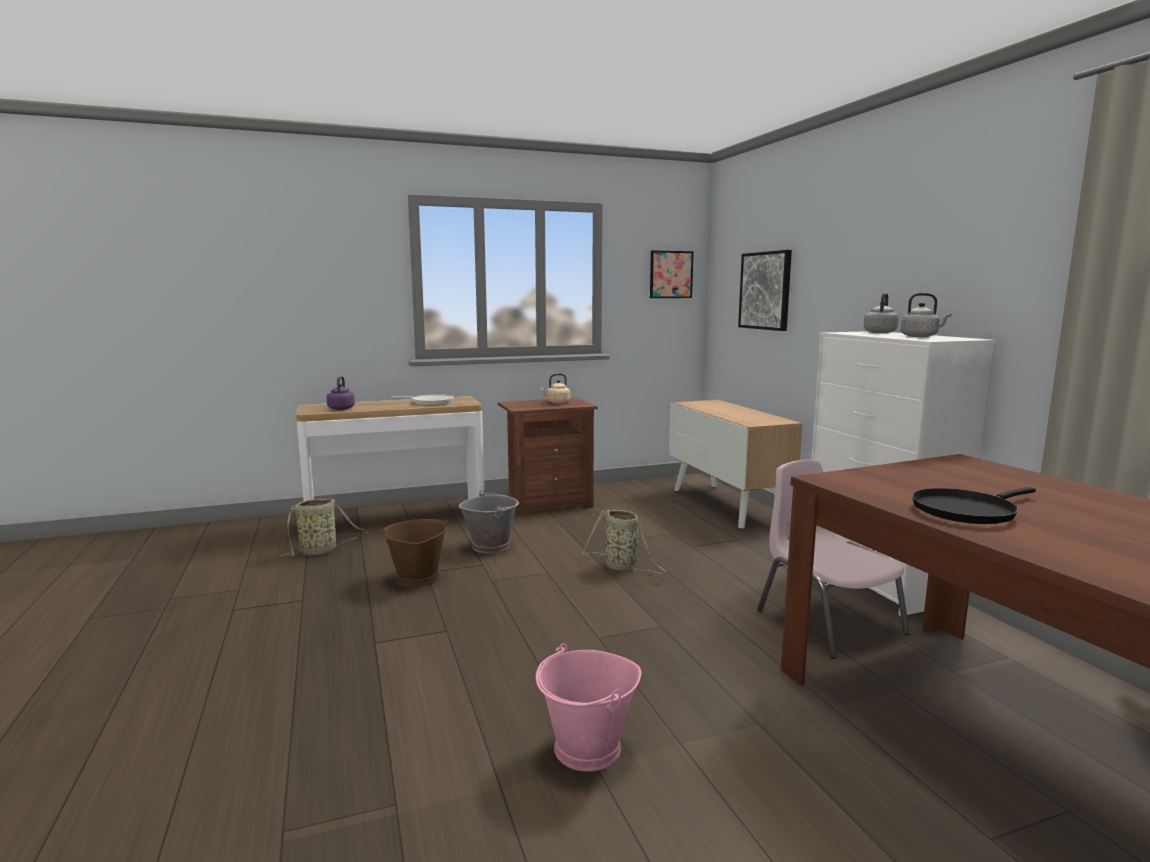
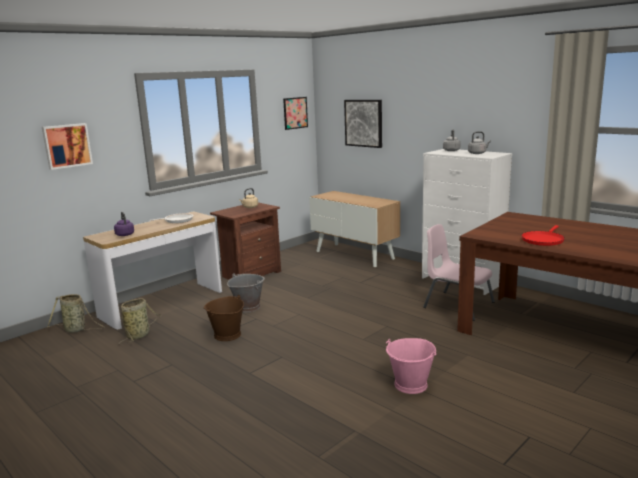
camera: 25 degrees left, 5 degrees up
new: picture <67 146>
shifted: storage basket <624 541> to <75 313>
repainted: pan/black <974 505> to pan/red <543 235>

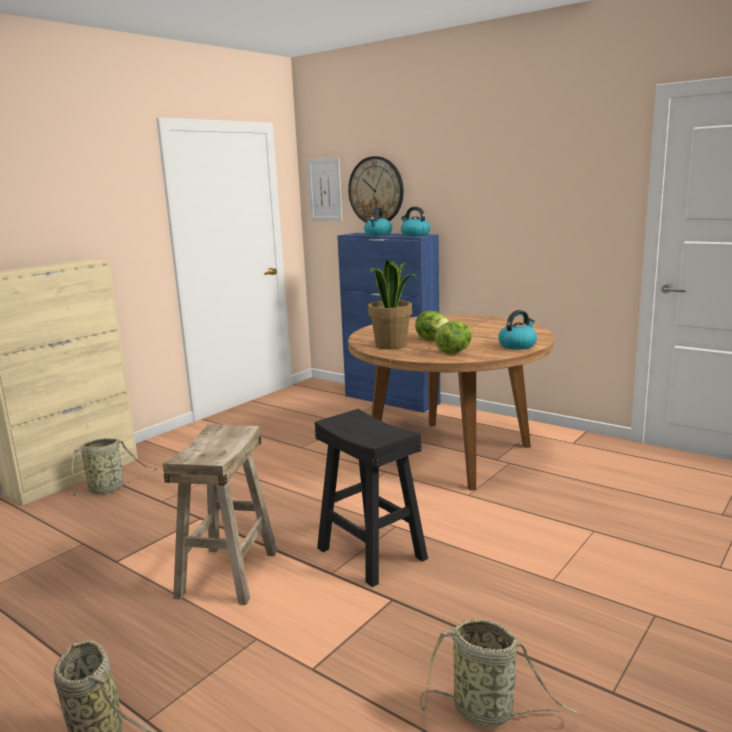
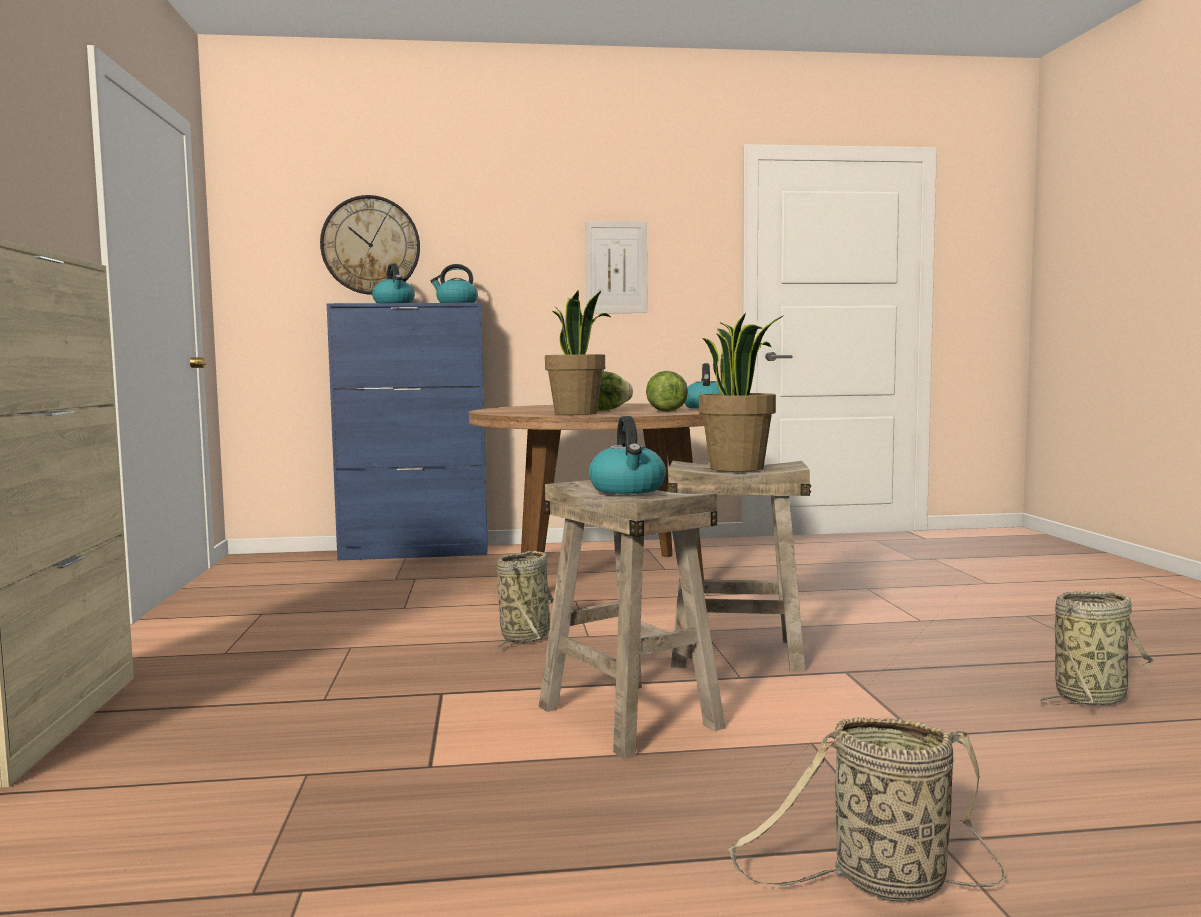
camera: 45 degrees left, 10 degrees down
new: kettle <627 455>; houseplant <741 392>
shifted: storage basket <112 467> to <525 600>; picture <324 189> to <616 267>
repainted: stool/black <371 498> to stool/beige-coloured <739 565>

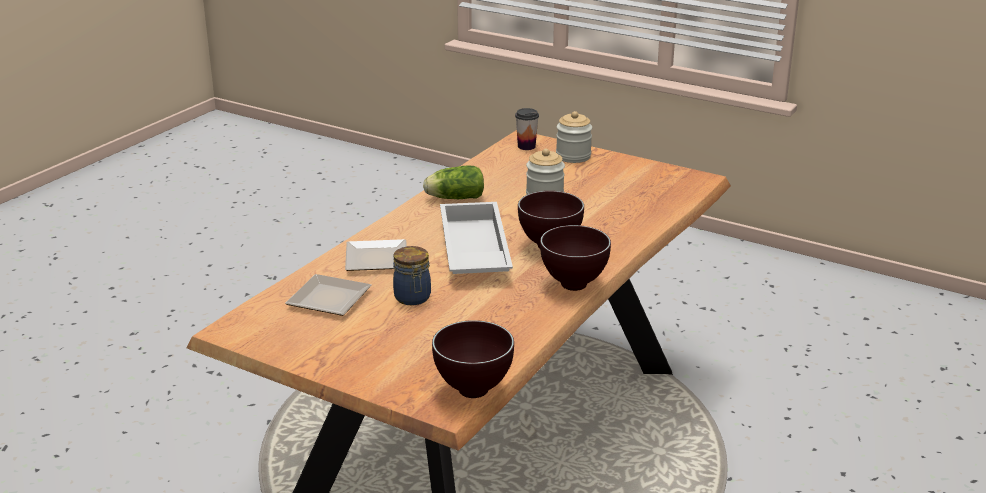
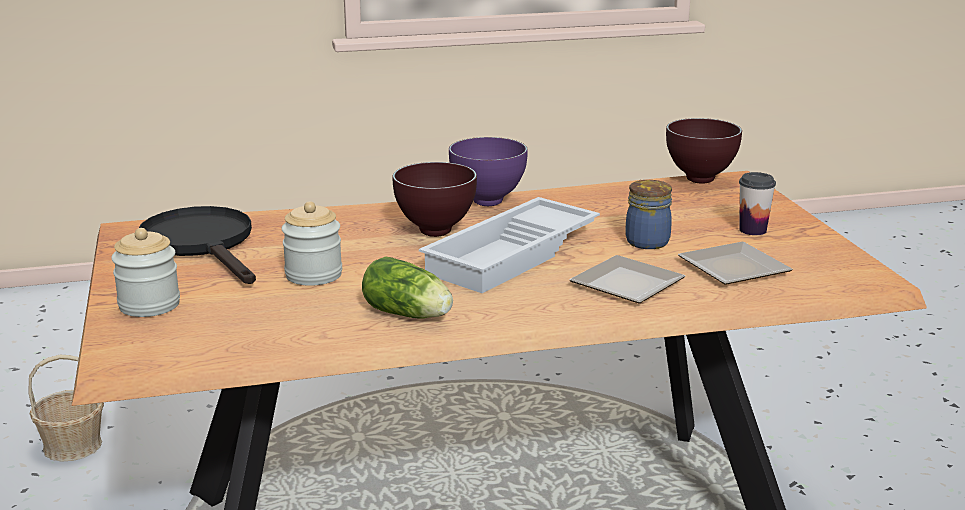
camera: 135 degrees left, 5 degrees down
new: storage basket <66 408>; pan/black <197 245>
shifted: cup <527 129> to <757 203>
repainted: deep dish/brownish <575 258> to deep dish/purple <488 171>

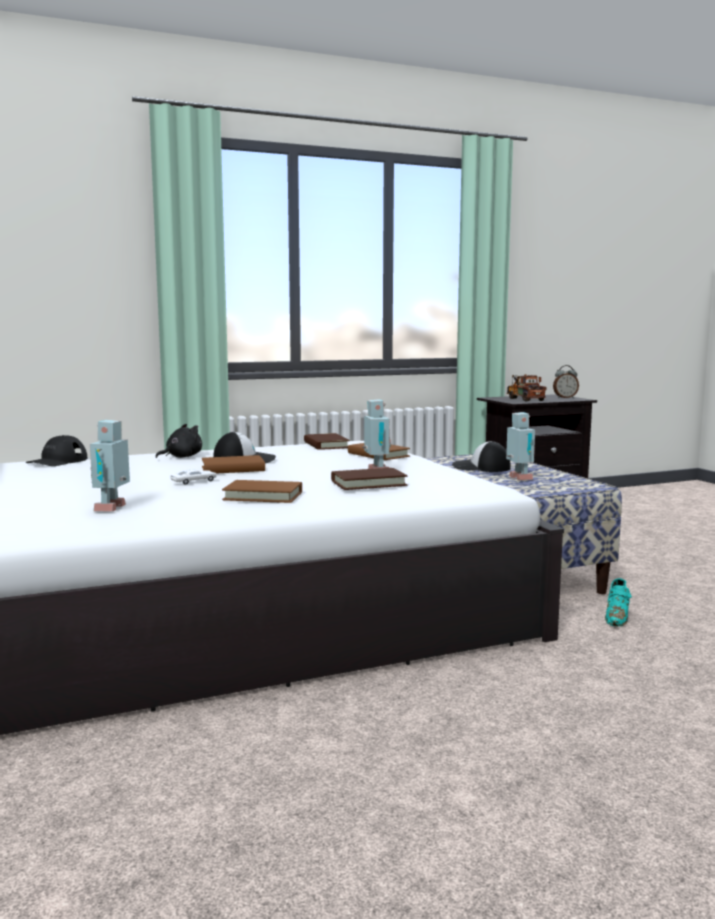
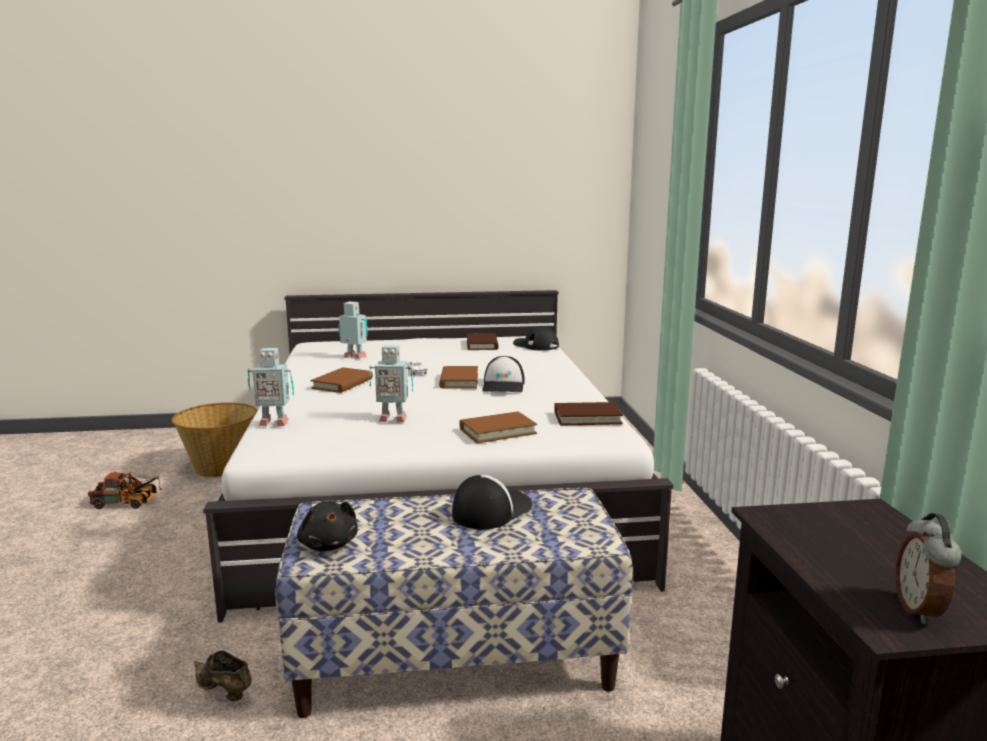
camera: 105 degrees right, 5 degrees up
new: storage basket <214 439>
shifted: soft toy/black <179 441> to <327 526>; book/brownish <369 479> to <483 341>; toy robot <520 446> to <271 387>; toy truck <527 388> to <125 490>
repainted: low shoe/turquoise-coloured <618 602> to low shoe/brownish <223 675>

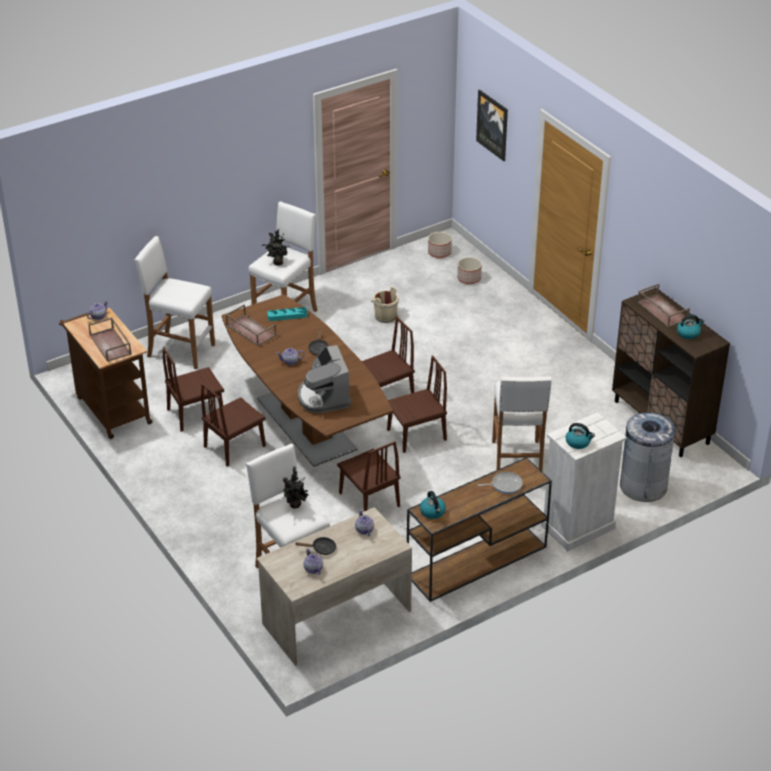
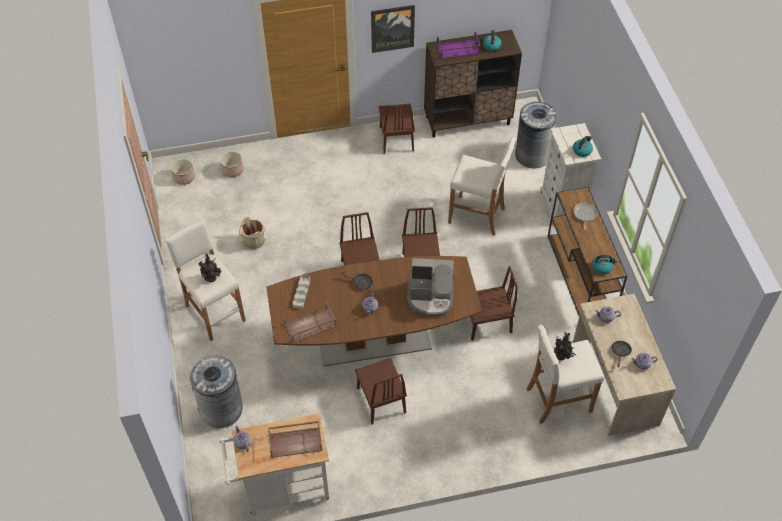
camera: 70 degrees left, 15 degrees up
shifted: plain chair/brownish <193 389> to <397 128>; picture <492 125> to <393 29>
swapped: stool/white-coloured <174 302> to rubbish bin/grey <216 392>
repainted: trolley/brownish <106 373> to trolley/white-coloured <274 464>; tray/turquoise-coloured <287 314> to tray/grey <302 292>; tray/brownish <663 306> to tray/purple <459 45>

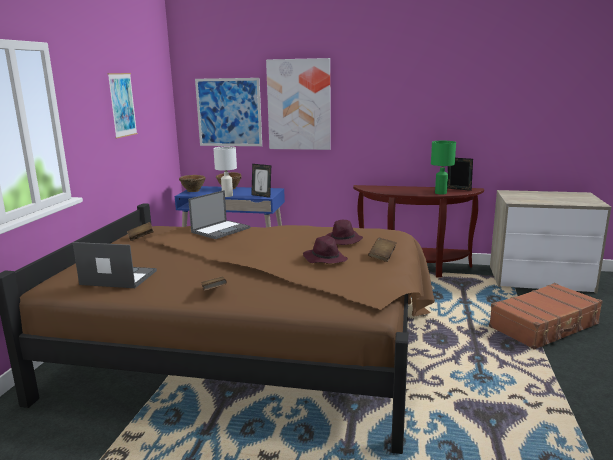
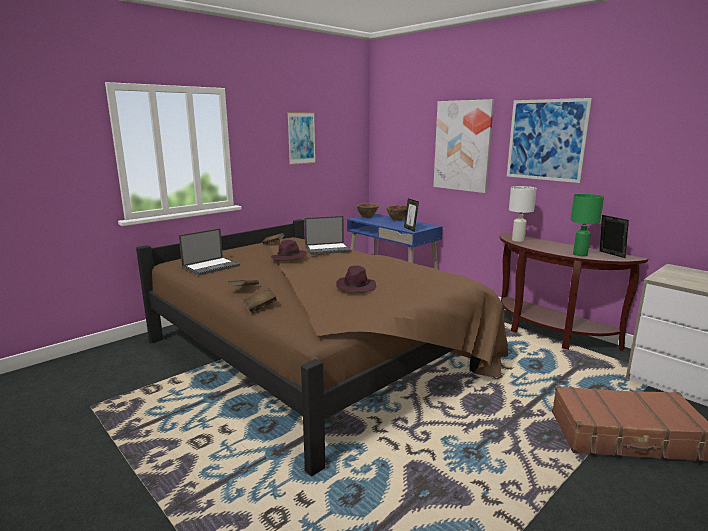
camera: 35 degrees right, 0 degrees up
shifted: picture <228 112> to <549 140>; tabletop lamp/white-coloured <225 171> to <523 214>; clothing hat/purple <344 232> to <289 250>; book/brownish <382 249> to <260 300>
rotated: notebook computer <115 265> = <209 251> 90 degrees clockwise

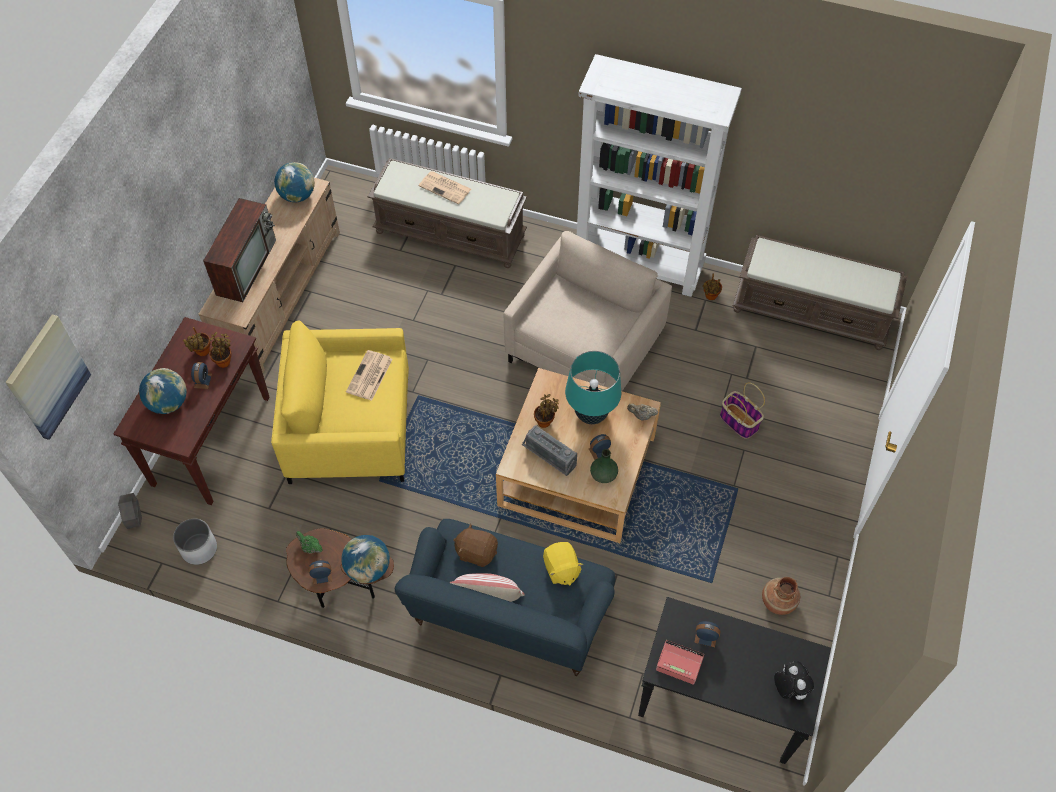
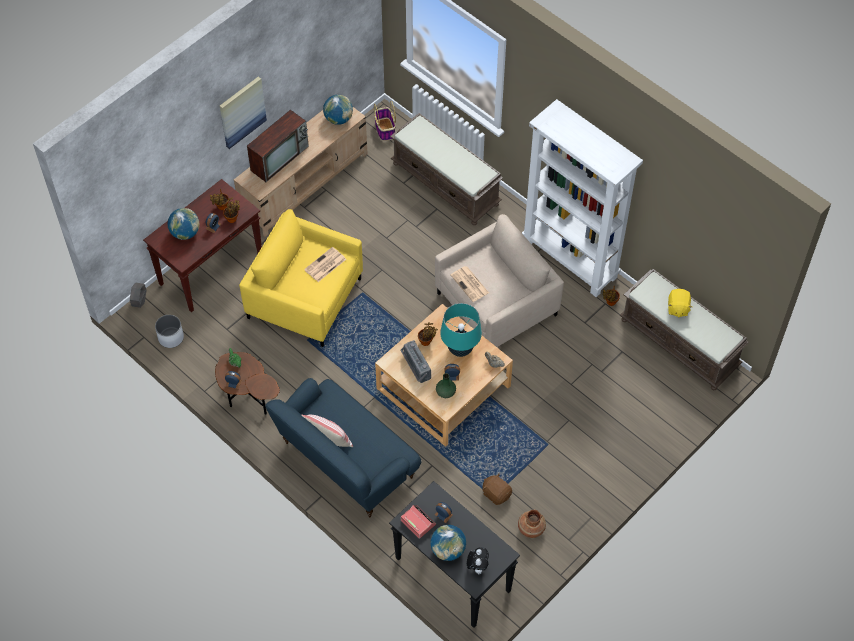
camera: 25 degrees right, 0 degrees up
shifted: picture <48 377> to <243 113>; desk globe <365 559> to <448 543>; daily paper <445 187> to <470 284>; soft toy/brownish <475 545> to <497 489>; soft toy/yellow-coloured <563 564> to <680 303>; storage basket <742 410> to <385 121>

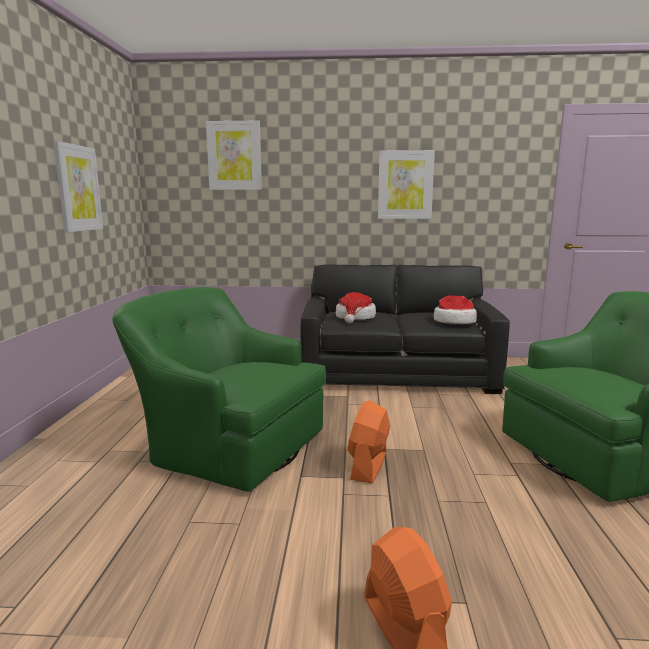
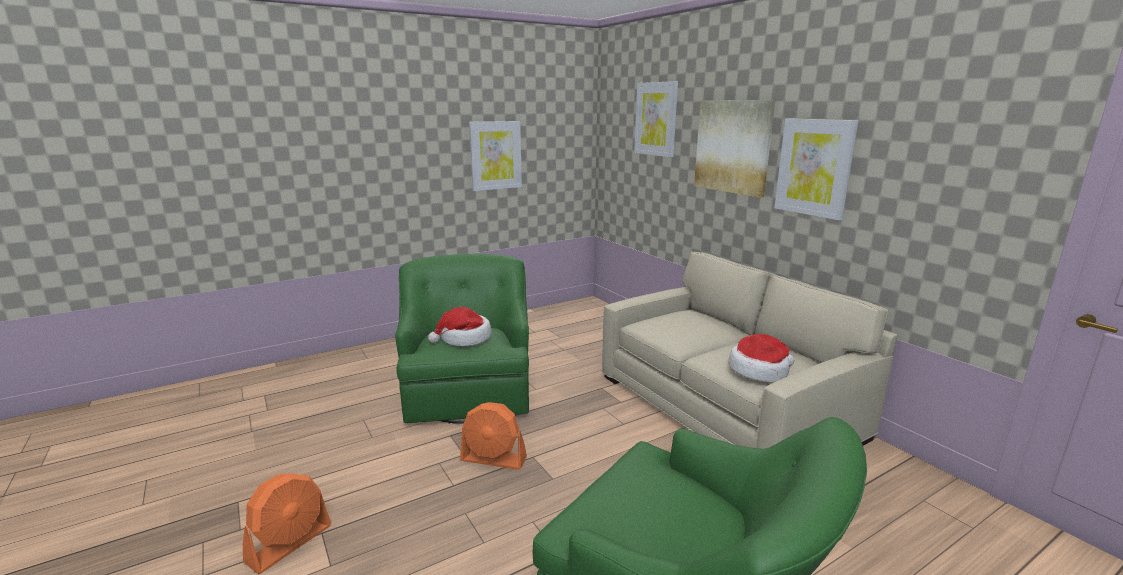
camera: 55 degrees right, 5 degrees up
new: picture <734 149>
shifted: clothing hat <356 307> to <460 326>
repainted: couch/black <405 329> to couch/beige-coloured <749 350>
rotated: electric fan/orangey <368 441> = <493 436> 150 degrees counterclockwise

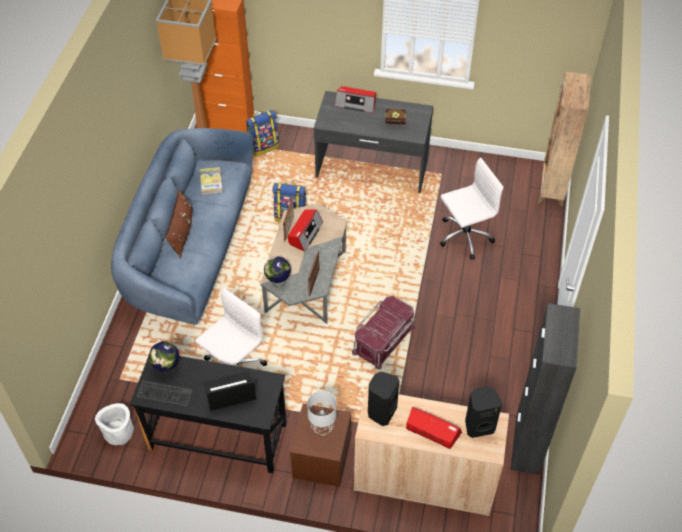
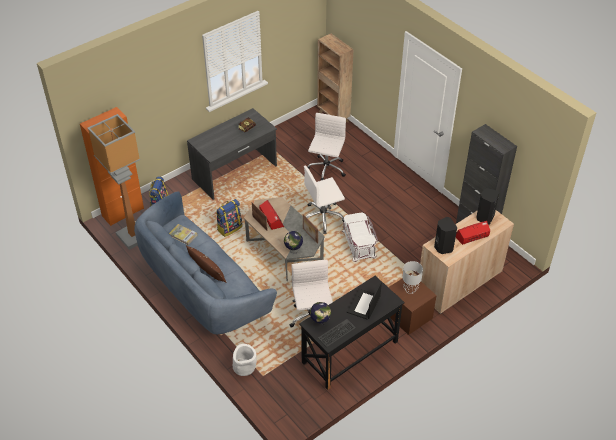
camera: 50 degrees left, 5 degrees down
gone: radio receiver <355 99>
new: desk chair/white-coloured <324 200>
shifted: flower pot/white-coloured <114 424> to <245 360>
repainted: storage box/red <383 333> to storage box/white-coloured <360 237>

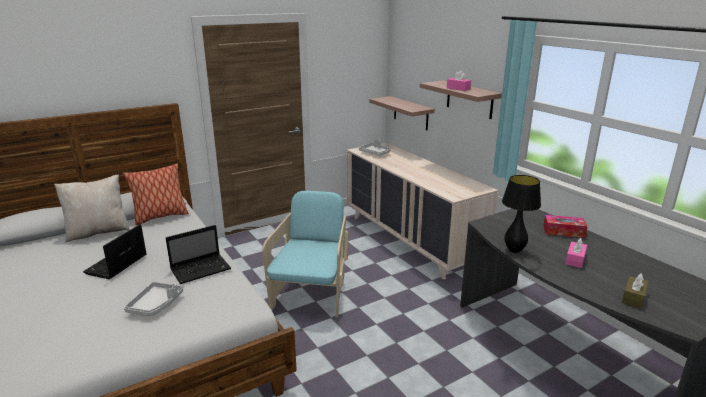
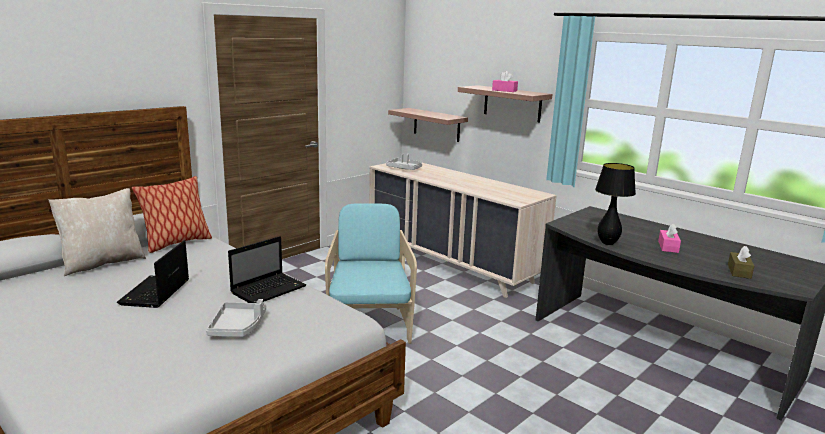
camera: 15 degrees left, 5 degrees down
gone: box of tissues <565 226>

